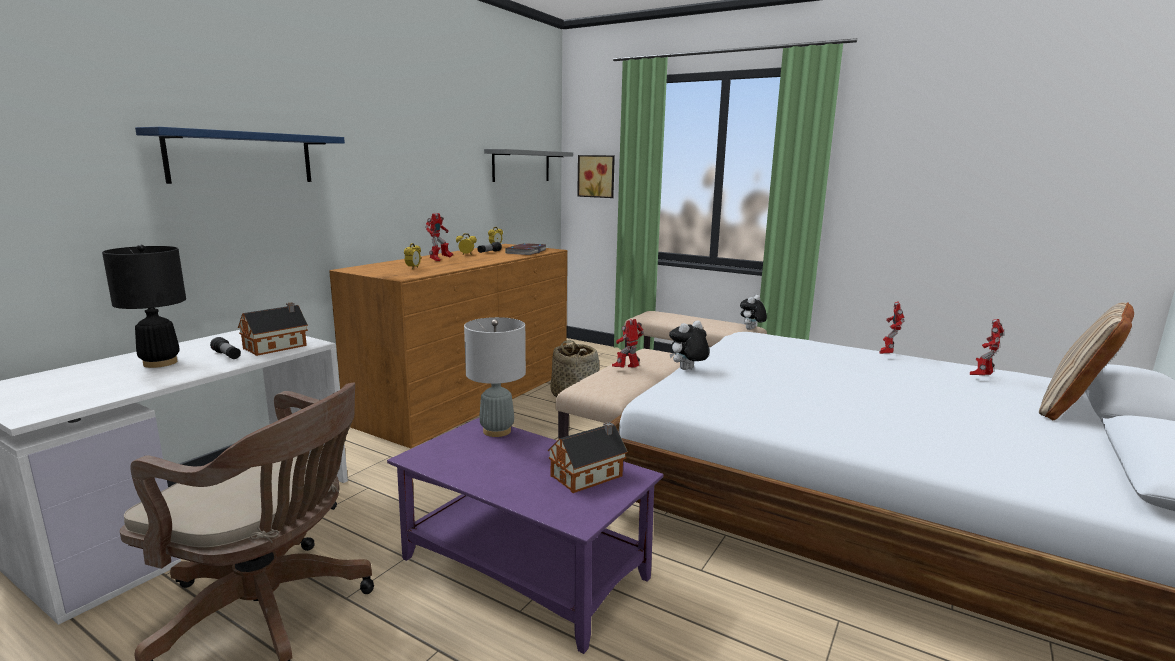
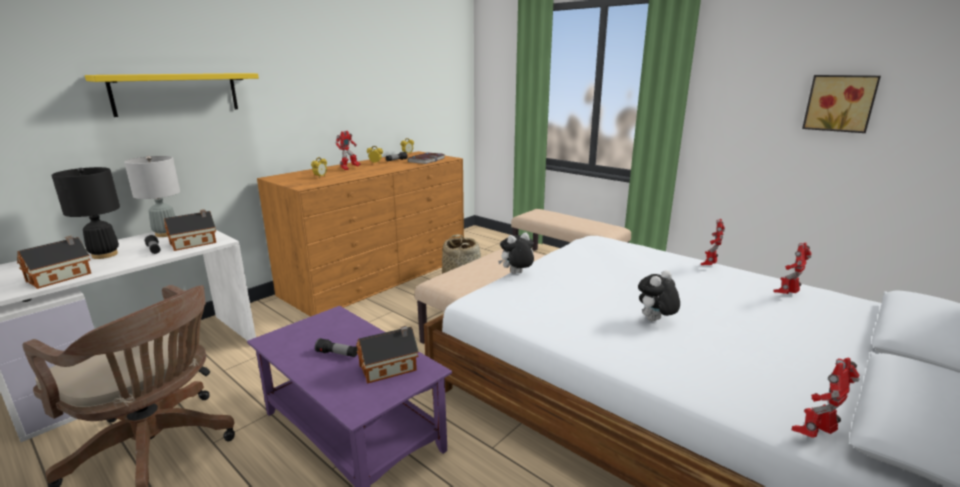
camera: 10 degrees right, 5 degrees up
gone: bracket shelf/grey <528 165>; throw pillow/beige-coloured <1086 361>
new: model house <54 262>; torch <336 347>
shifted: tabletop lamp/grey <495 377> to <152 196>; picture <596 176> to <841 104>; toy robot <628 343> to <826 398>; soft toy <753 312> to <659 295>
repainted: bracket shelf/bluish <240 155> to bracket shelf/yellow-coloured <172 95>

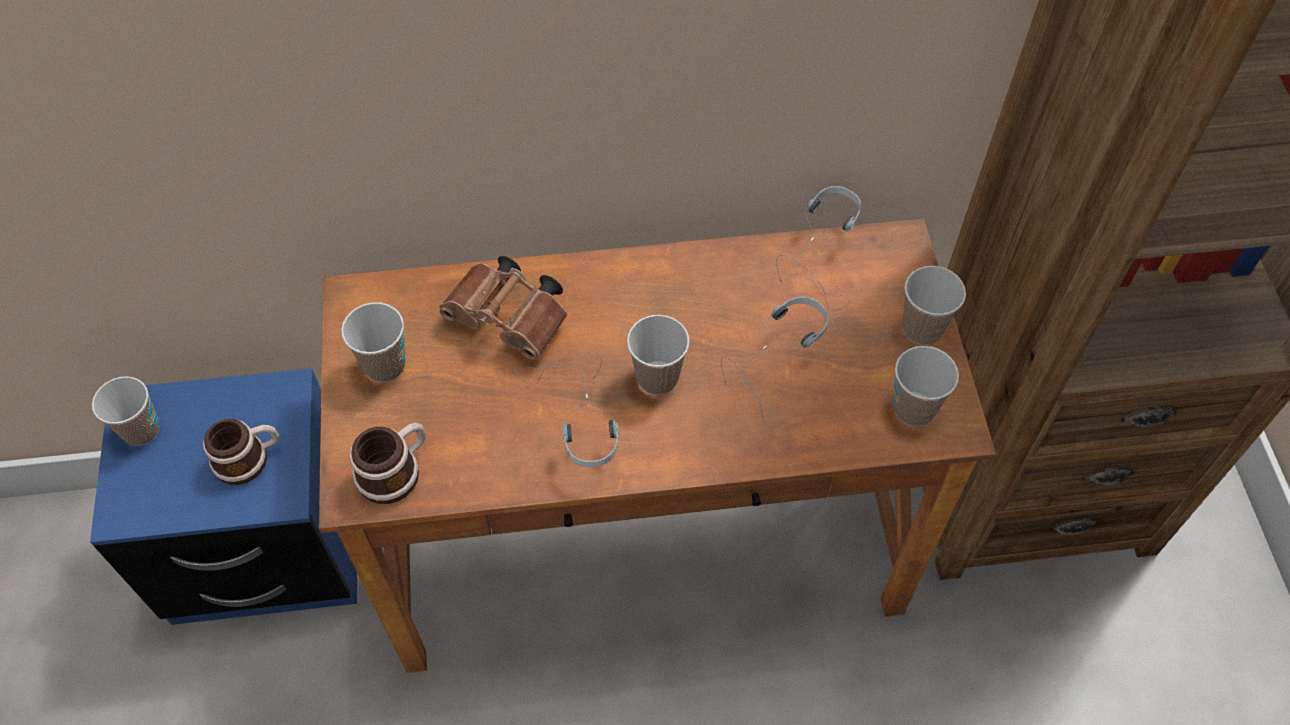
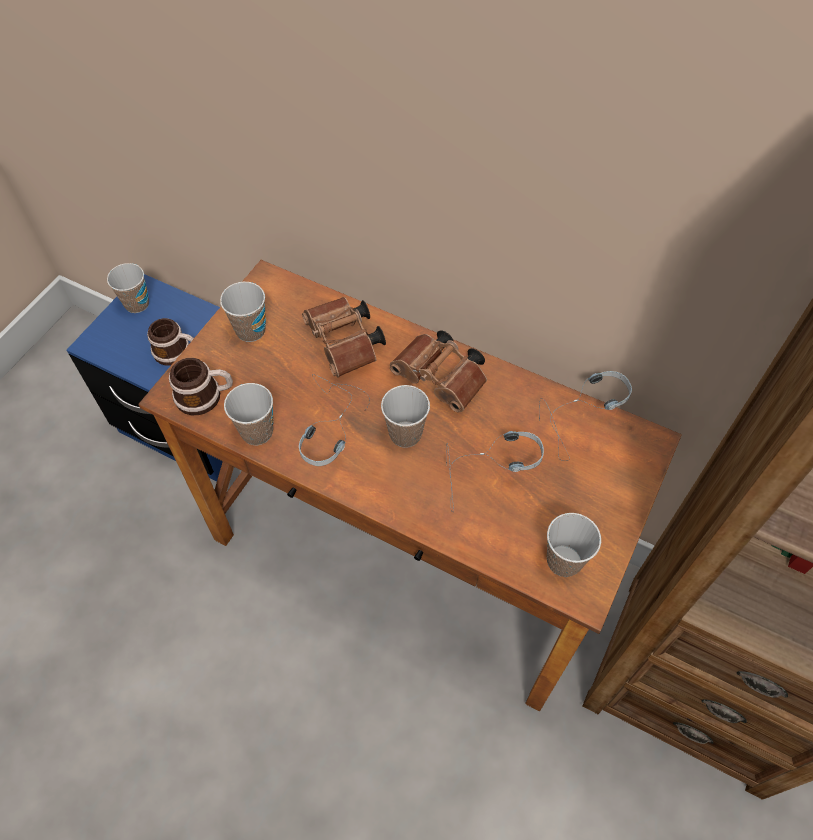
camera: 35 degrees right, 0 degrees up
new: field glasses/brownish <438 371>
shifted: cup <934 305> to <248 414>

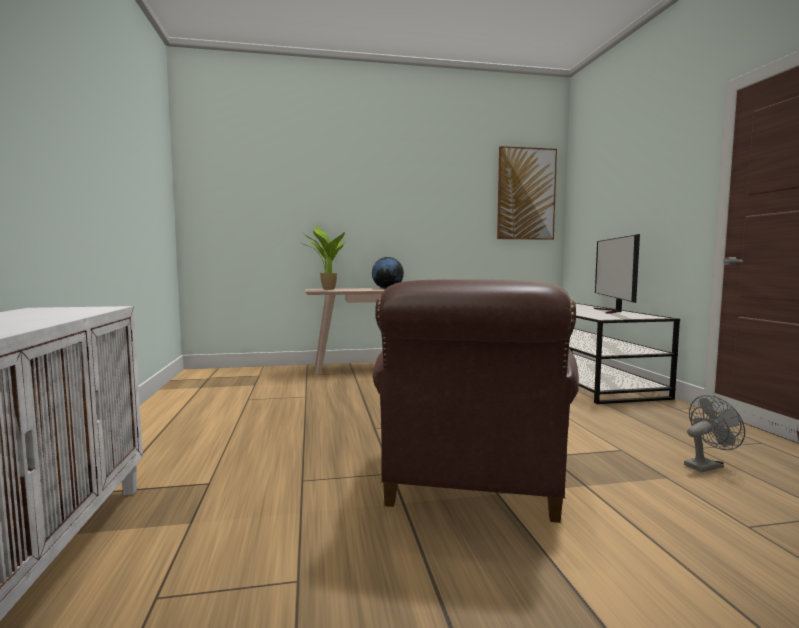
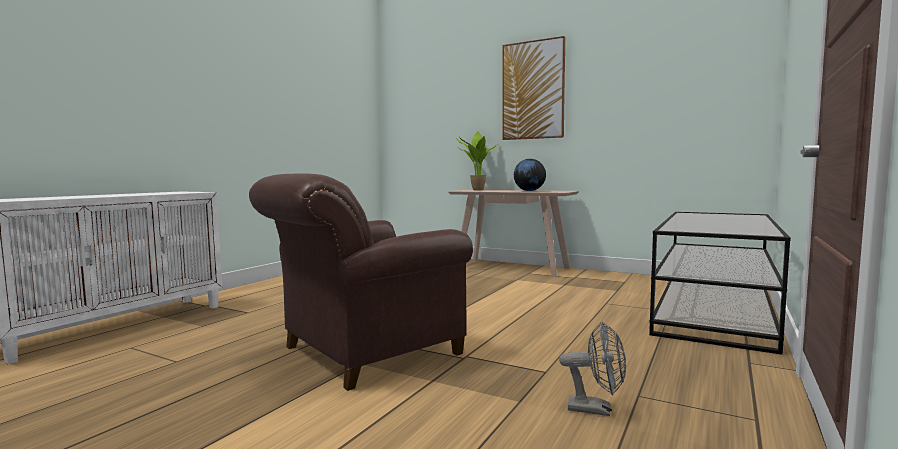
camera: 40 degrees right, 0 degrees up
gone: TV set <617 274>
shifted: picture <527 193> to <533 88>

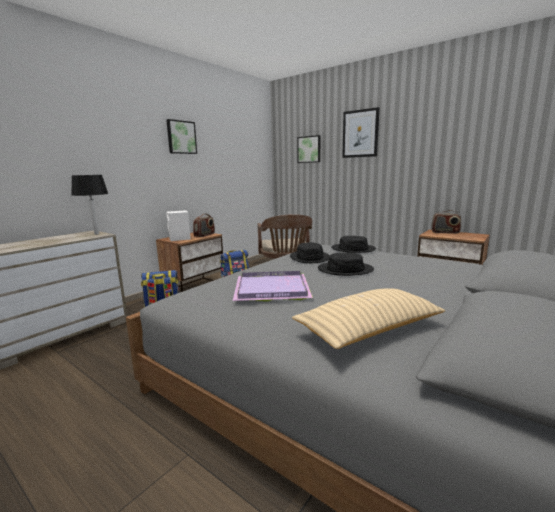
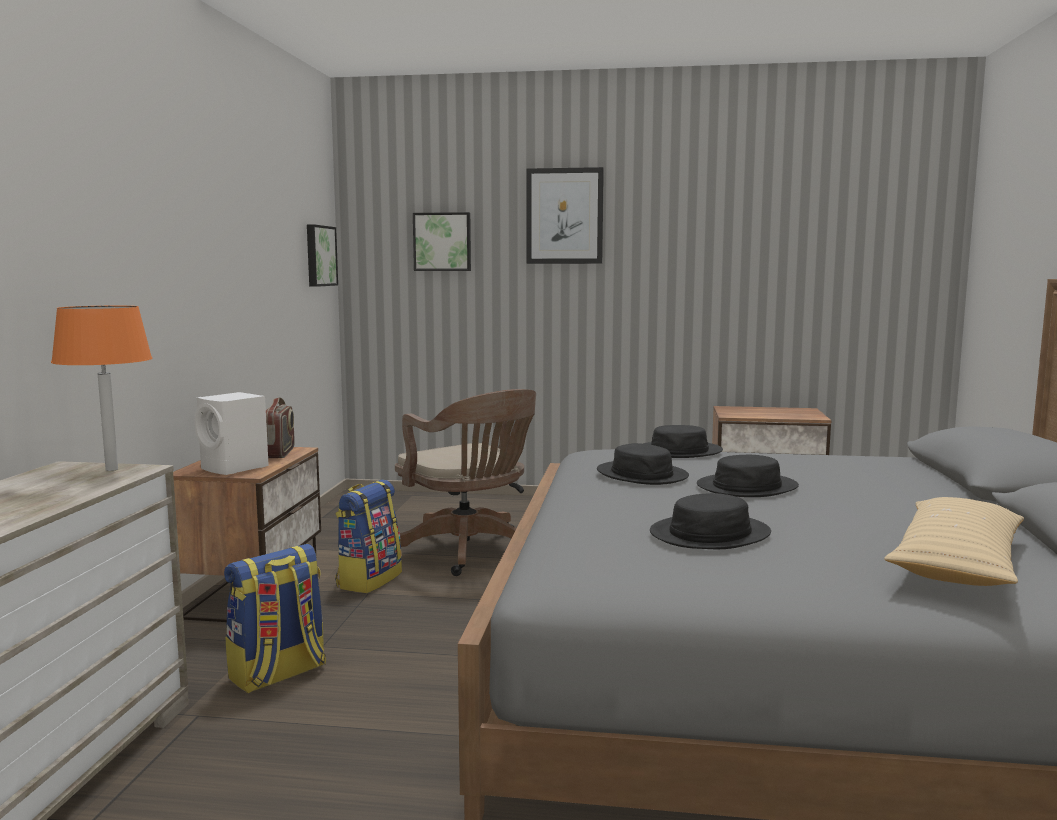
camera: 30 degrees left, 5 degrees down
gone: radio receiver <446 222>
shifted: picture <181 136> to <322 255>
swapped: tray/purple <273 286> to clothing hat/black <710 521>
repainted: tabletop lamp/black <89 205> to tabletop lamp/orangey <101 388>

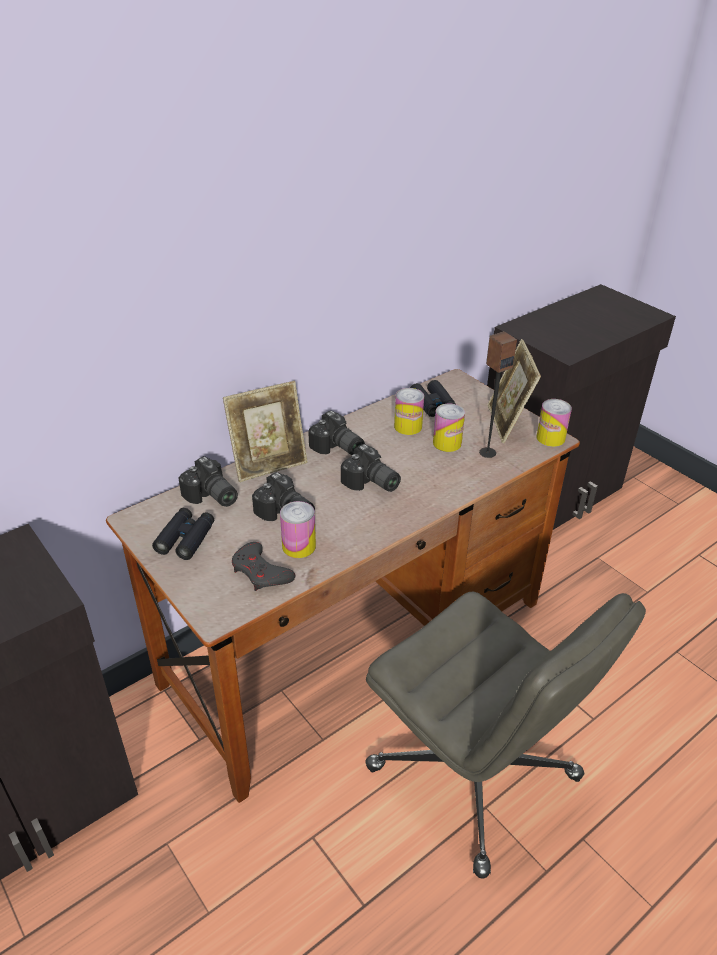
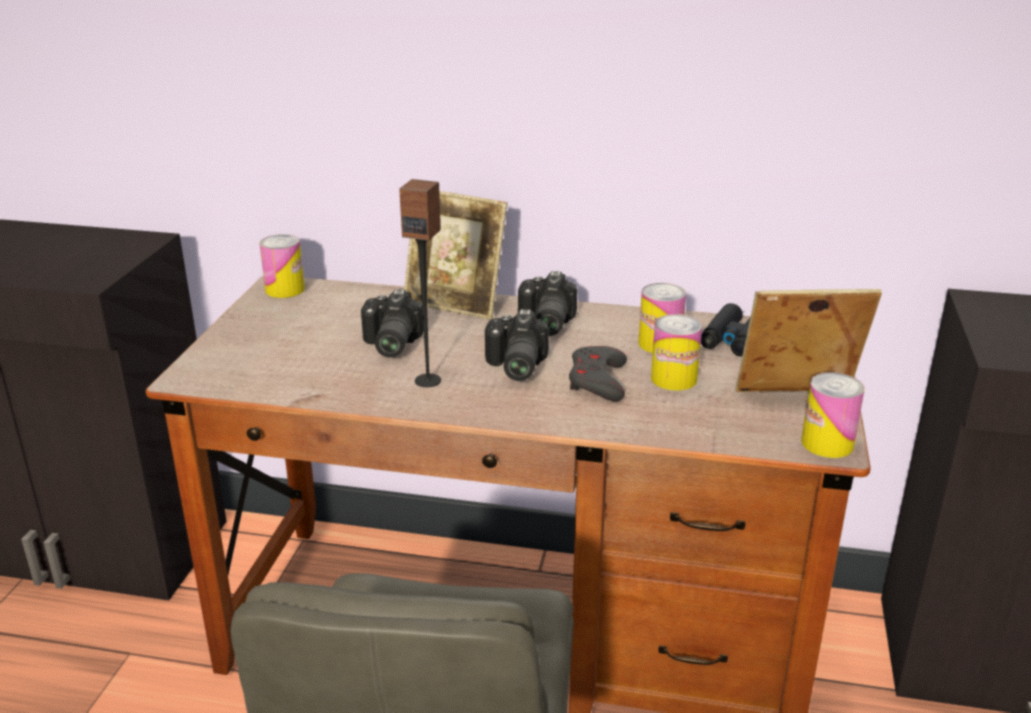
camera: 50 degrees right, 10 degrees down
gone: field glasses/black <183 534>; photo camera <208 481>
shifted: gamepad/grey <263 566> to <598 374>; metal can <298 529> to <282 266>; audio speaker <498 394> to <420 283>
rotated: photo frame <514 391> = <808 340> 45 degrees clockwise

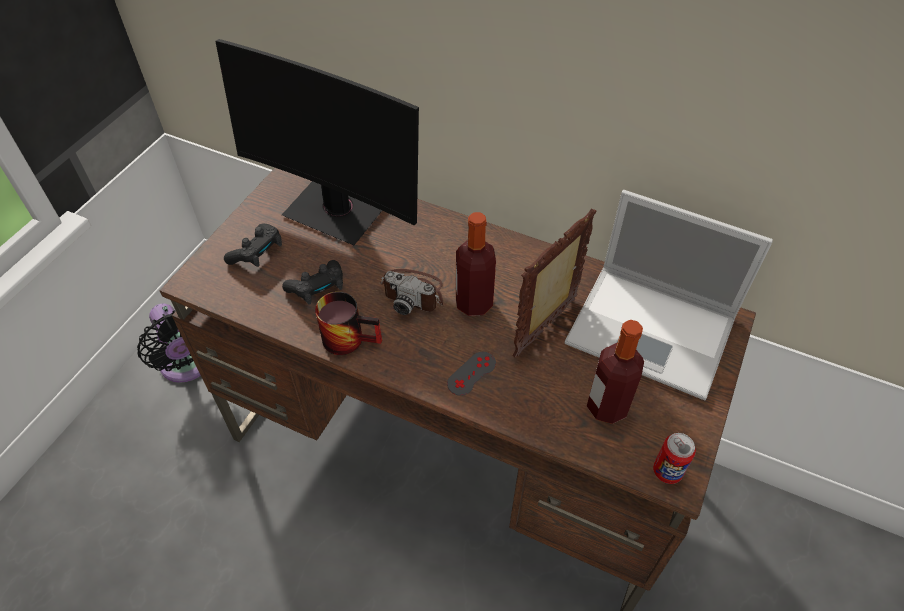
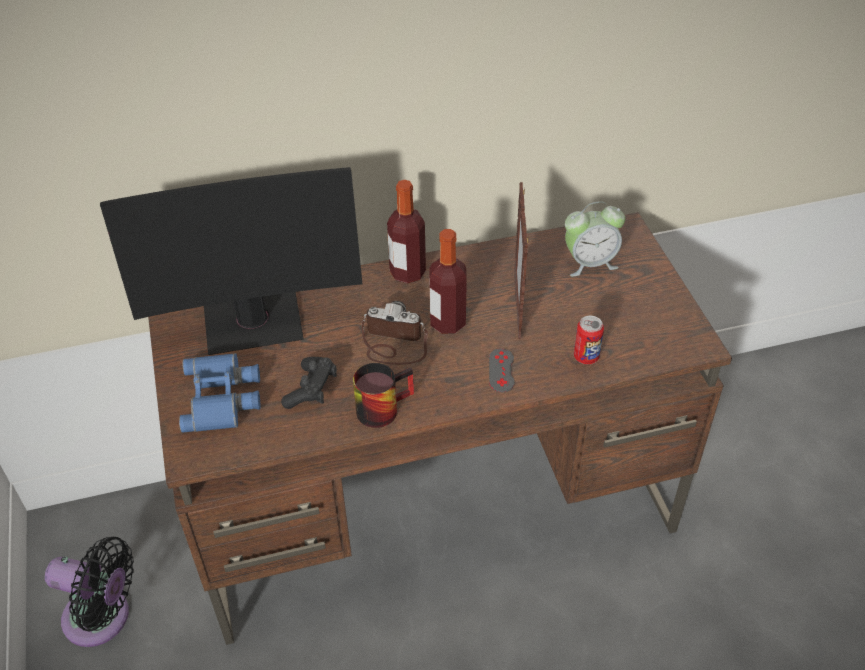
camera: 40 degrees left, 5 degrees down
shifted: drink bottle <615 372> to <406 232>; metal can <674 458> to <589 340>
swapped: gamepad/black <253 245> to field glasses/bluish <220 393>; notebook computer <669 295> to alarm clock <595 239>
rotated: photo camera <411 292> = <395 333> 150 degrees counterclockwise

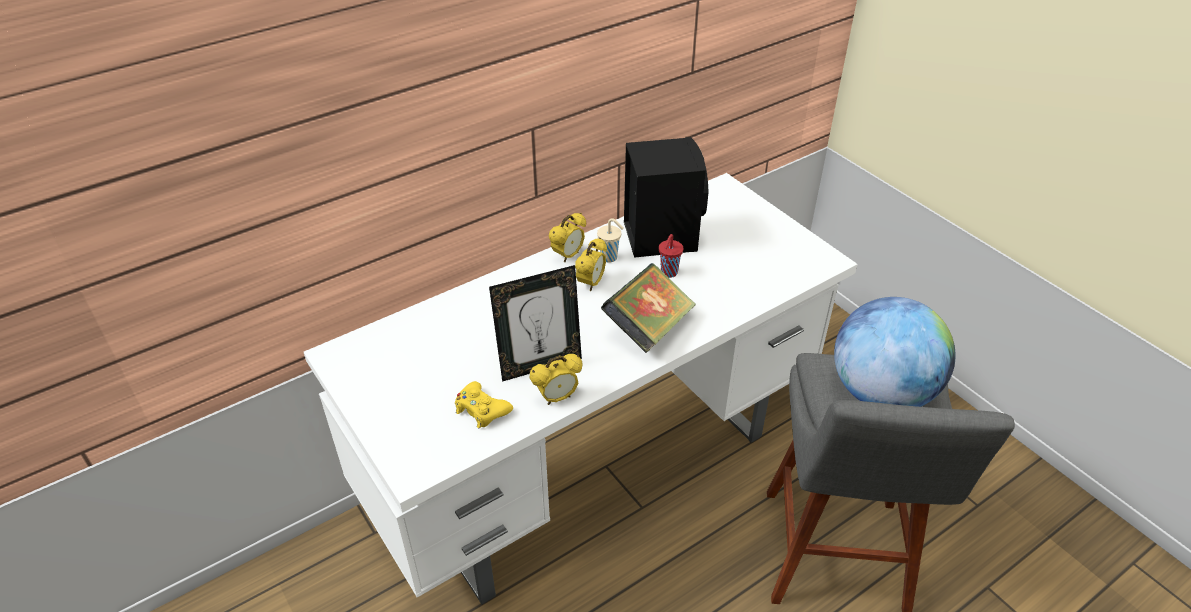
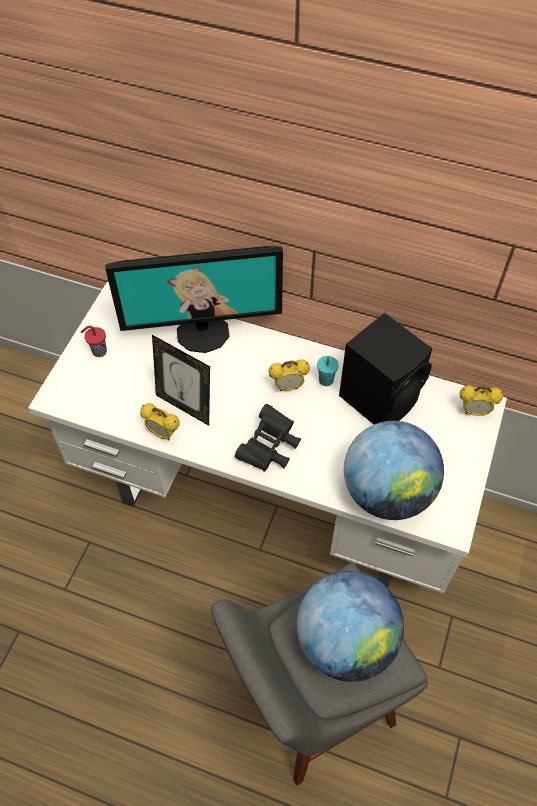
camera: 55 degrees right, 15 degrees up
gone: gamepad/yellow-coloured <484 404>
new: monitor <194 299>; desk globe <394 470>
shifted: alarm clock <567 237> to <481 400>; cup/red <671 256> to <94 341>
swapped: book <648 308> to field glasses/black <268 438>
repainted: cup/beige-coloured <610 240> to cup/turquoise-coloured <328 371>

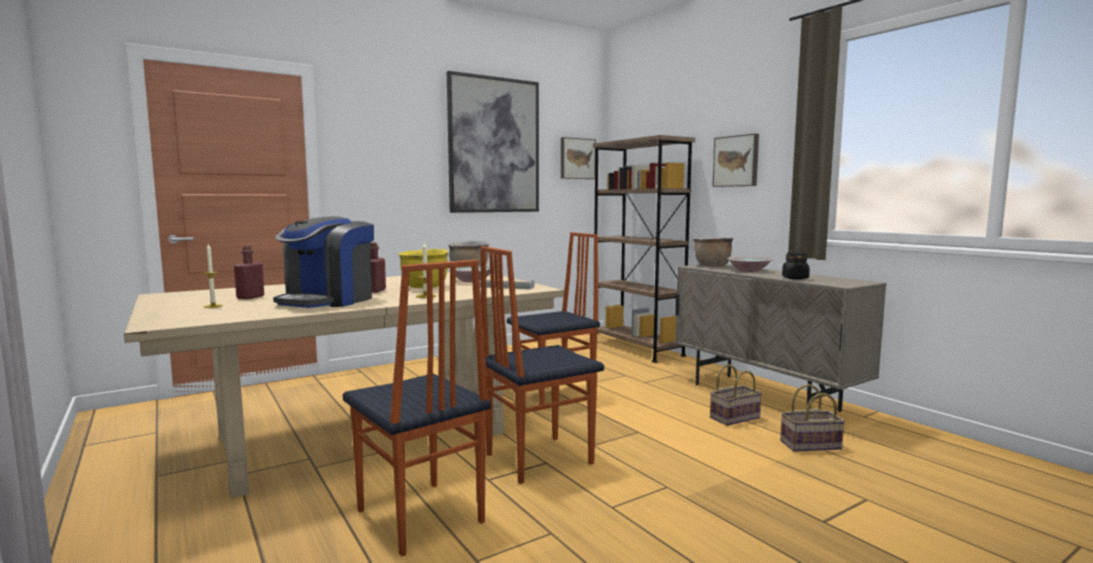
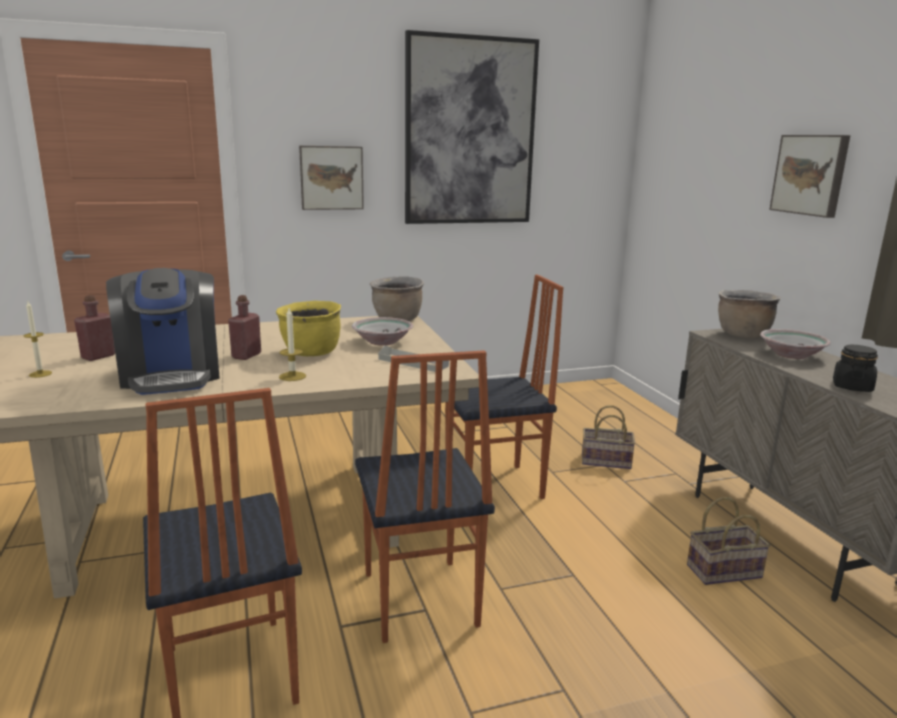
camera: 15 degrees right, 10 degrees up
gone: bookshelf/brownish <644 249>
shifted: picture <578 158> to <331 178>; storage basket <812 418> to <608 437>
rotated: coffee machine <323 262> = <163 331> 60 degrees counterclockwise; plain chair <542 365> = <425 496> 90 degrees counterclockwise

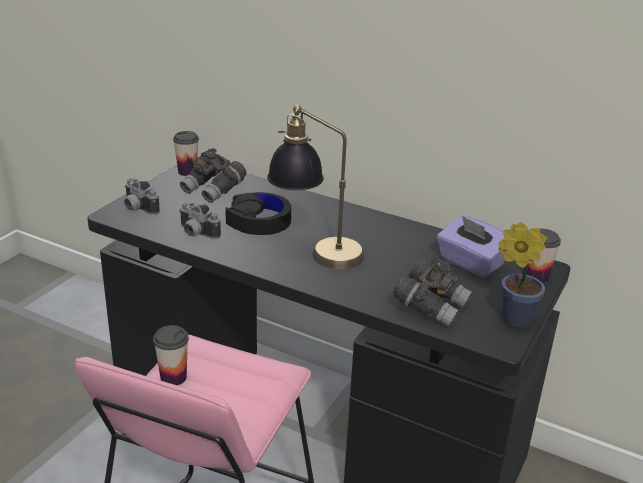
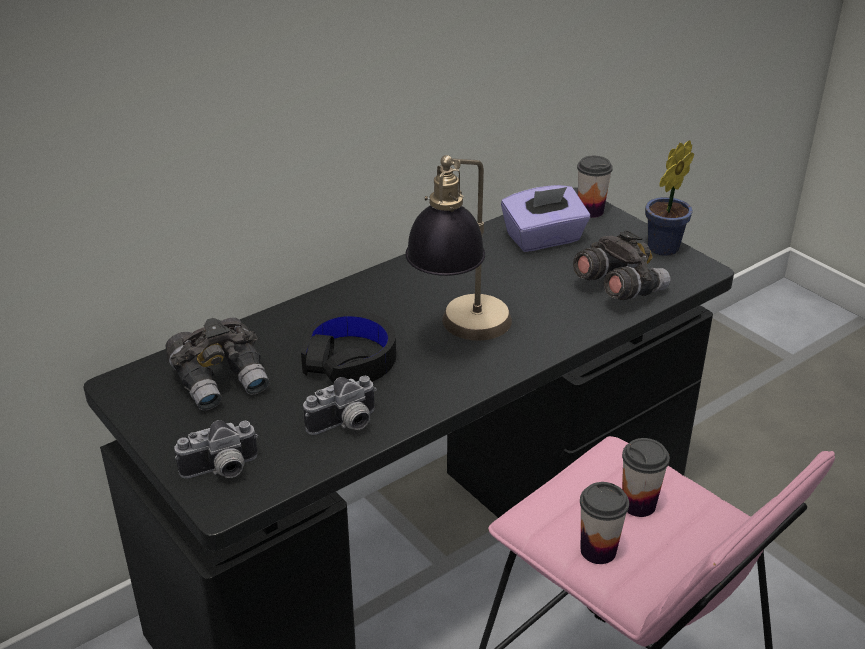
camera: 65 degrees left, 5 degrees up
shifted: cup <186 153> to <646 477>

